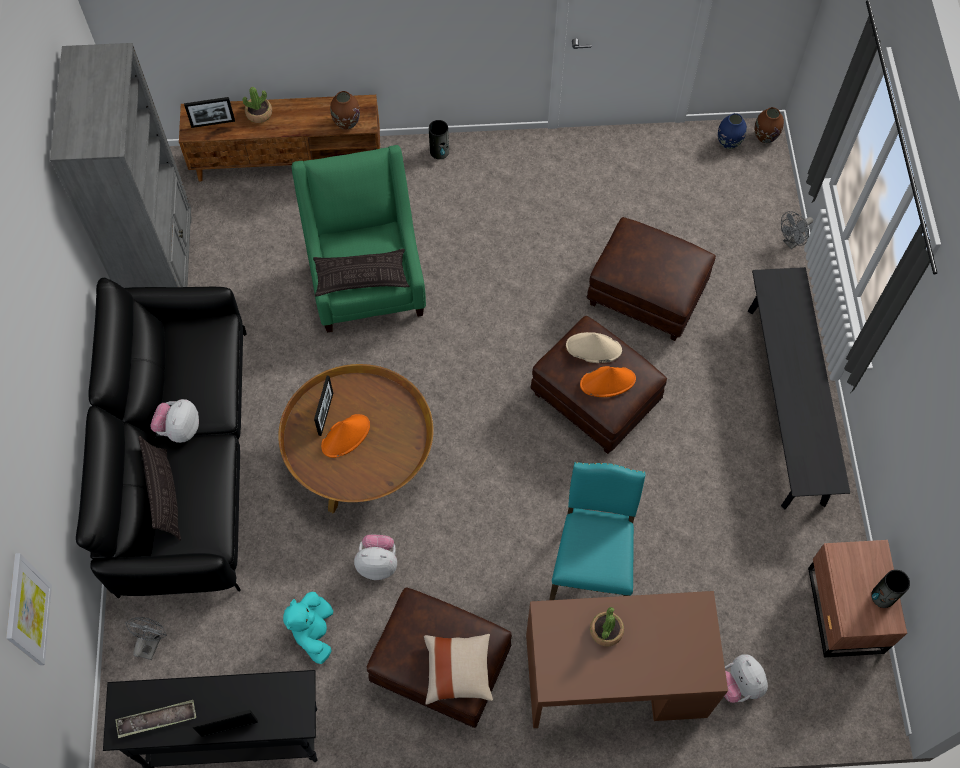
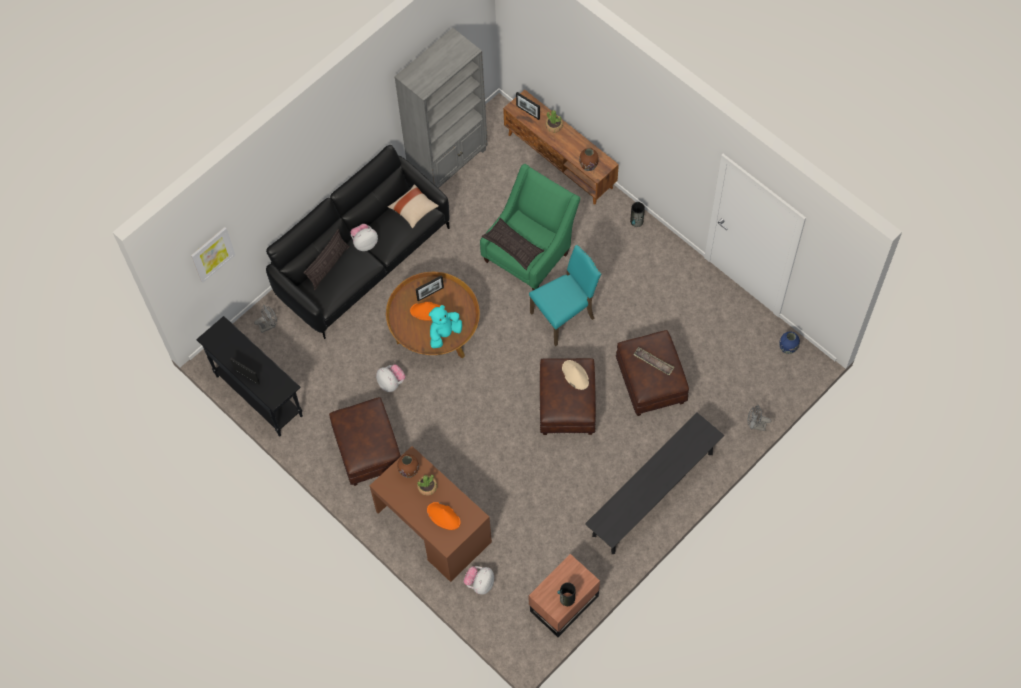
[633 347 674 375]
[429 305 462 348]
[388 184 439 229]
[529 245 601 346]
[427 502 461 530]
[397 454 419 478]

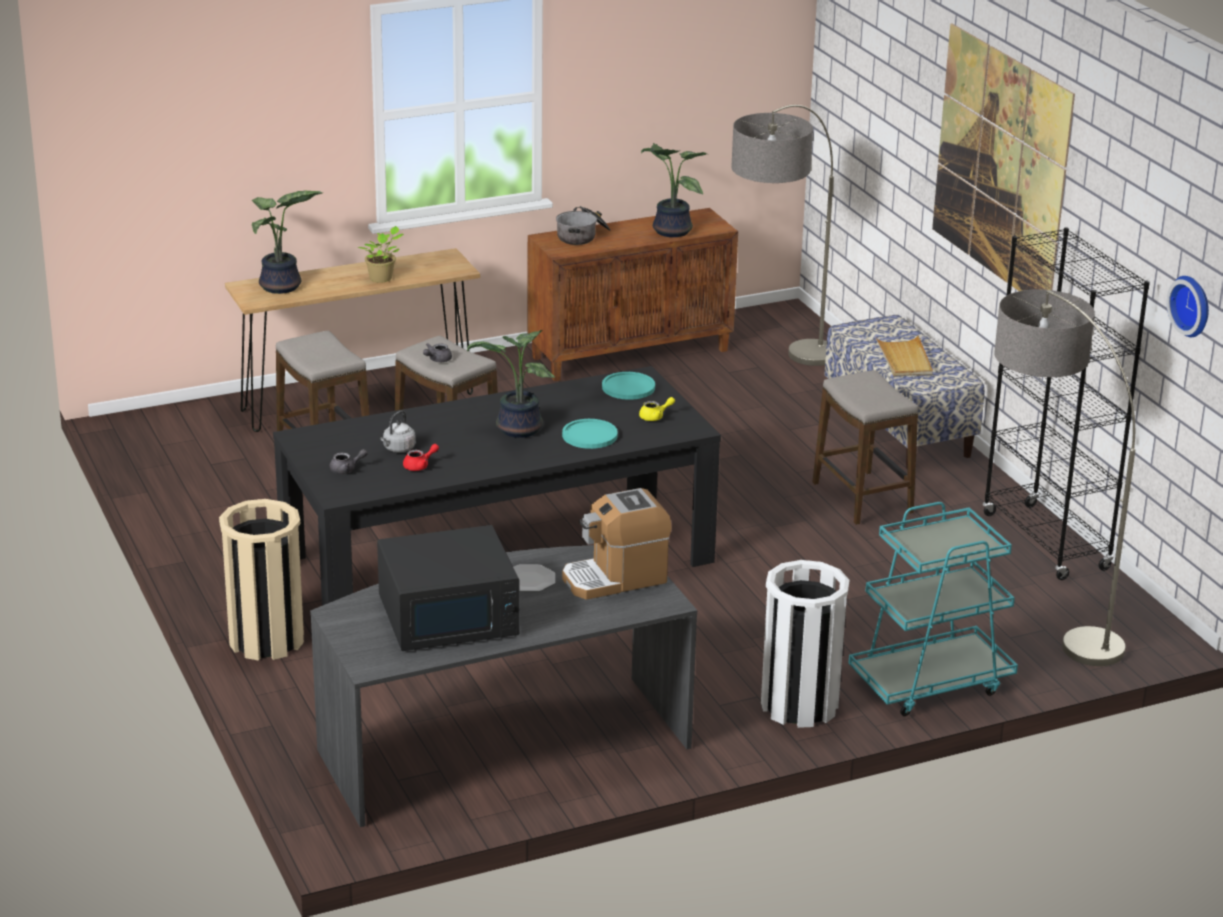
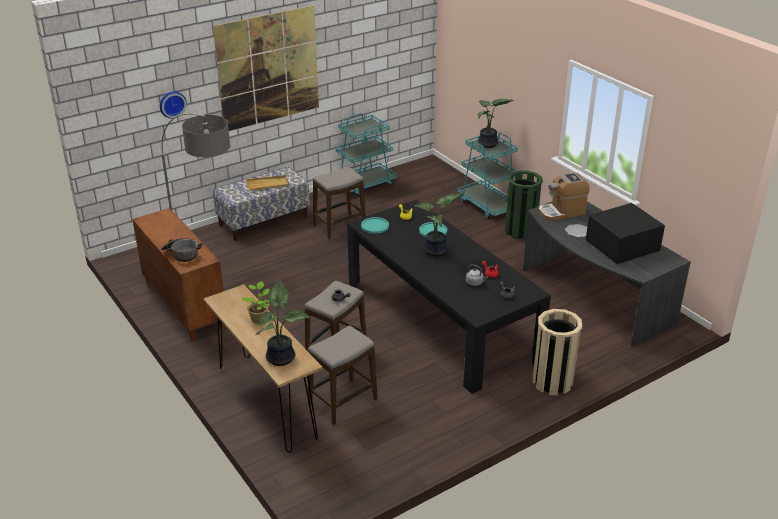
[994 289 1135 666] (first image)
[478 99 514 148]
[160 92 187 119]
[336 113 397 196]
[505 171 543 240]
[586 203 665 264]
[538 173 590 221]

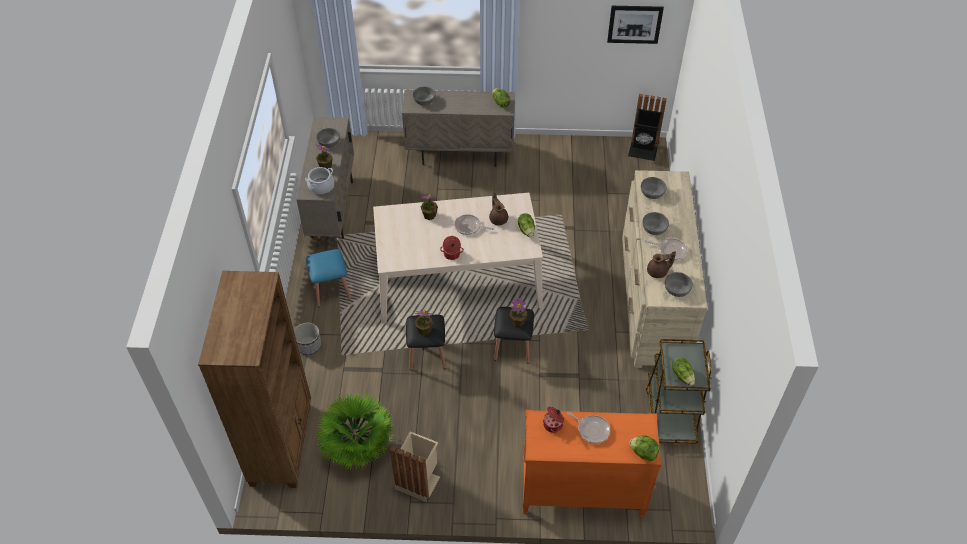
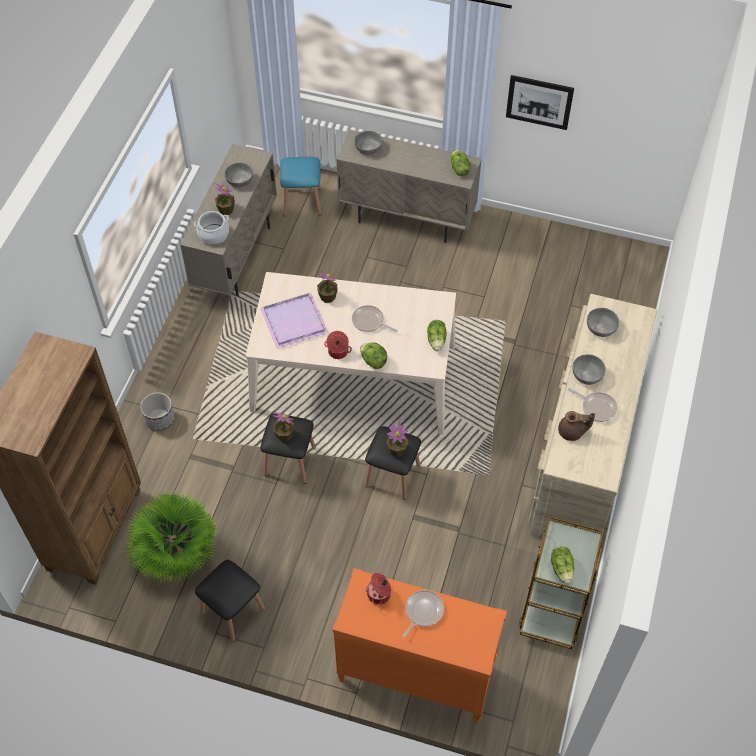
[489 192 508 225] (first image)
[628 94 667 161] (first image)
[665 272 693 297] (first image)
[260 292 329 349]
[280 157 321 216]
[506 75 574 130]
[360 342 387 369]
[195 560 265 642]
[402 590 444 638]

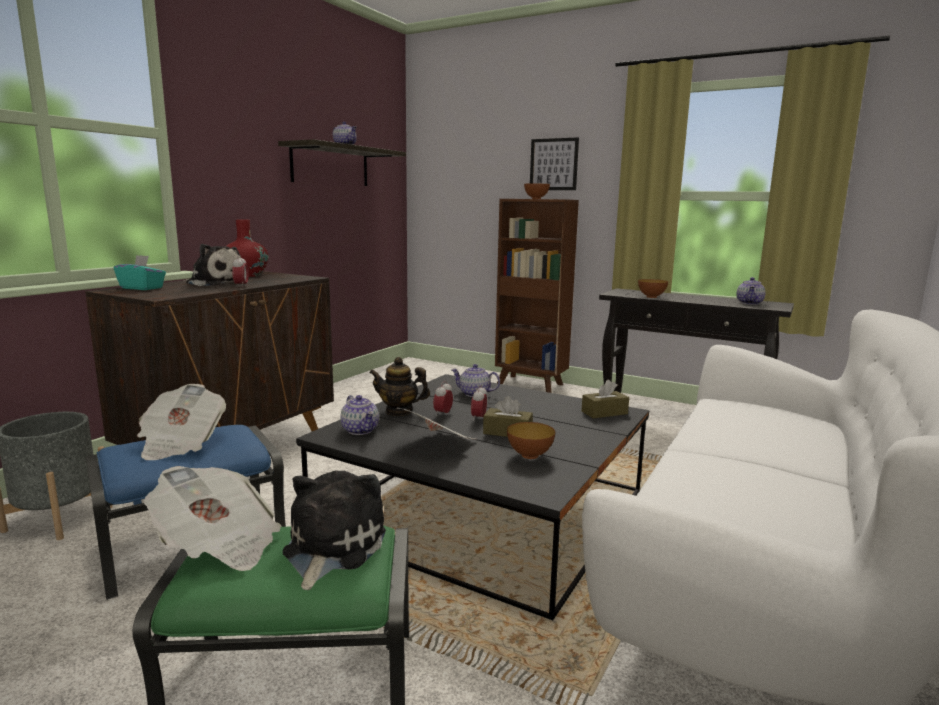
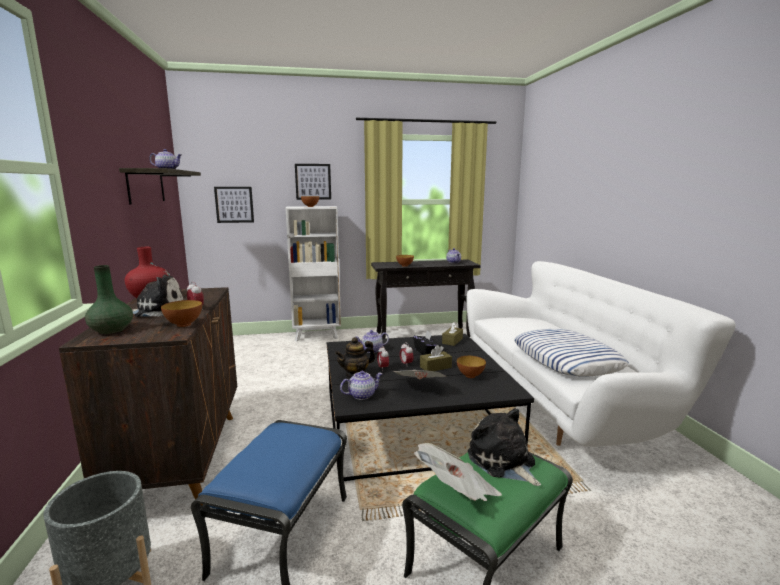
[137 384 226 460] (first image)
[161 300 202 327]
[214 187 254 223]
[413 331 440 355]
[514 329 629 376]
[85 265 133 334]
[286 206 341 341]
[340 371 382 400]

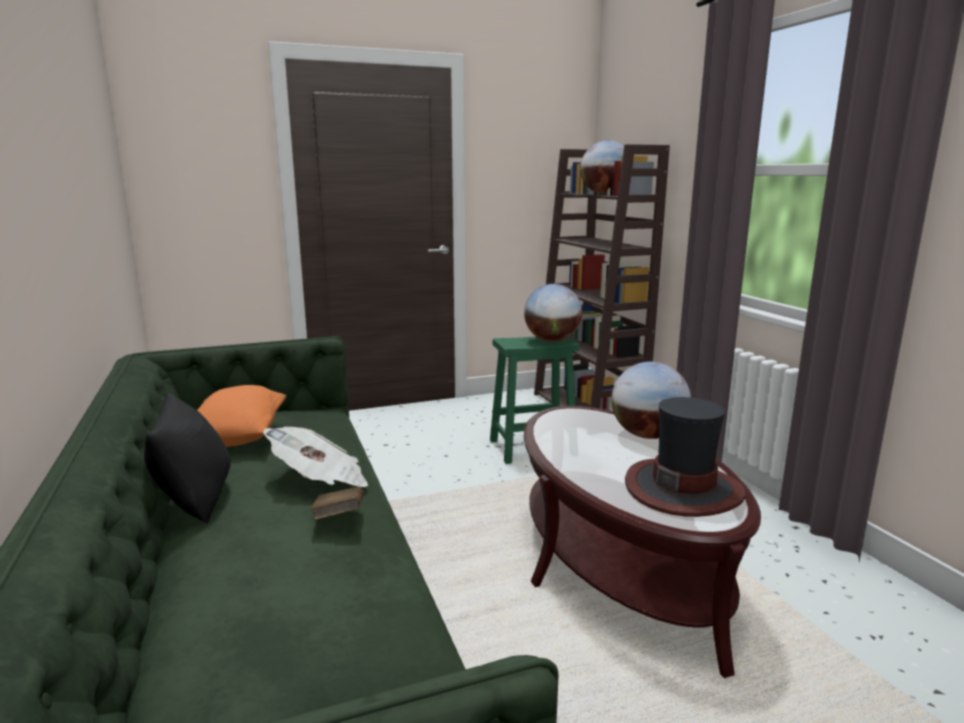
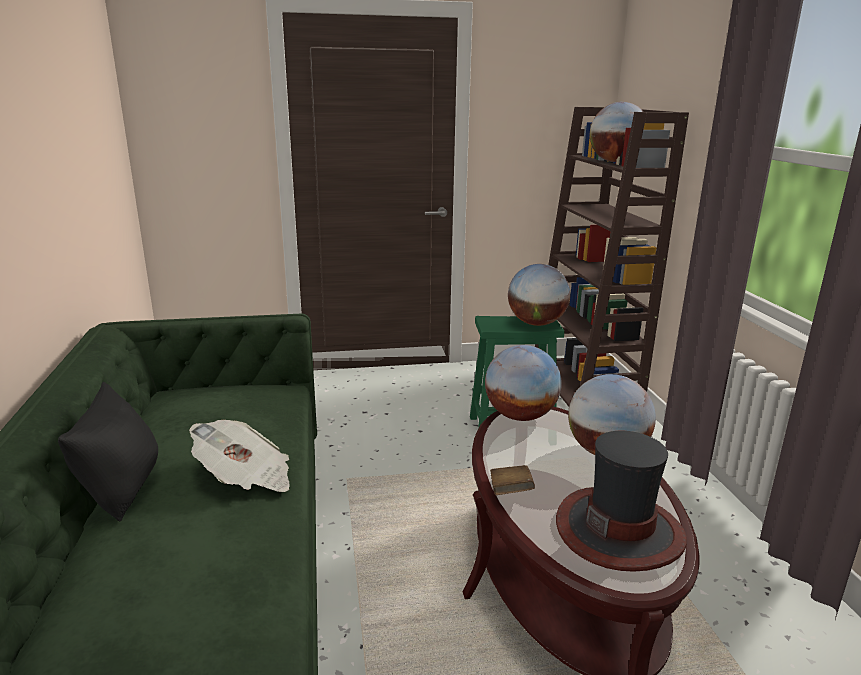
[197 385 286 447] (first image)
[485 345 562 421]
[490 465 535 495]

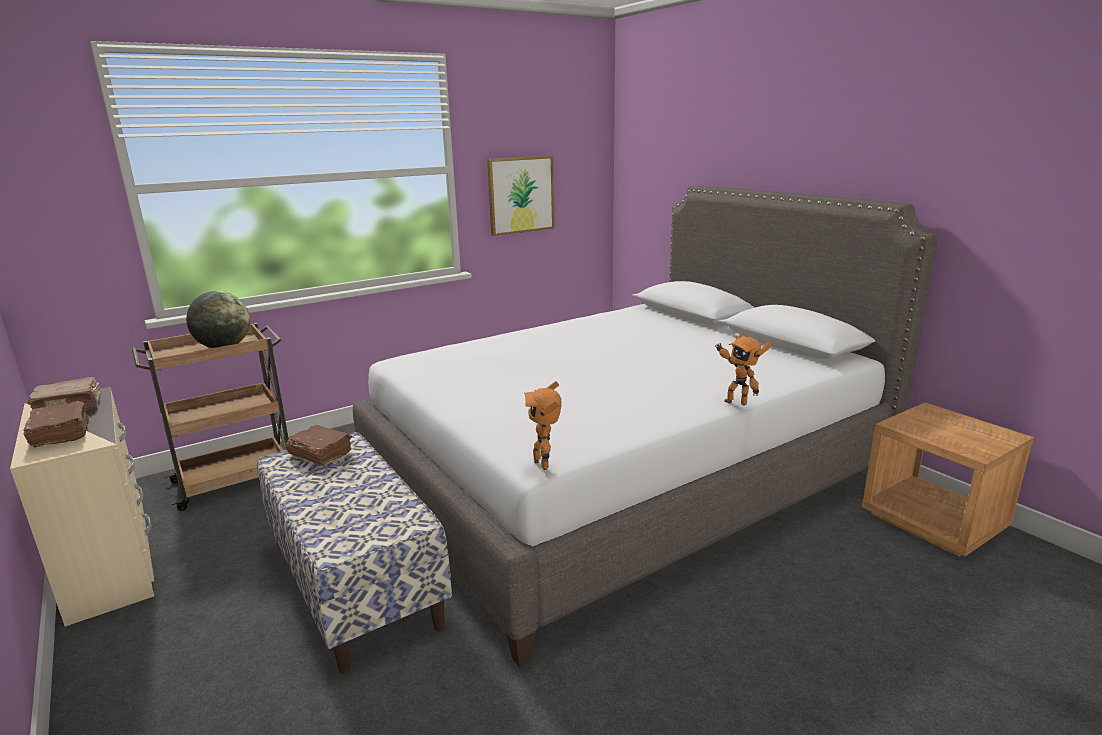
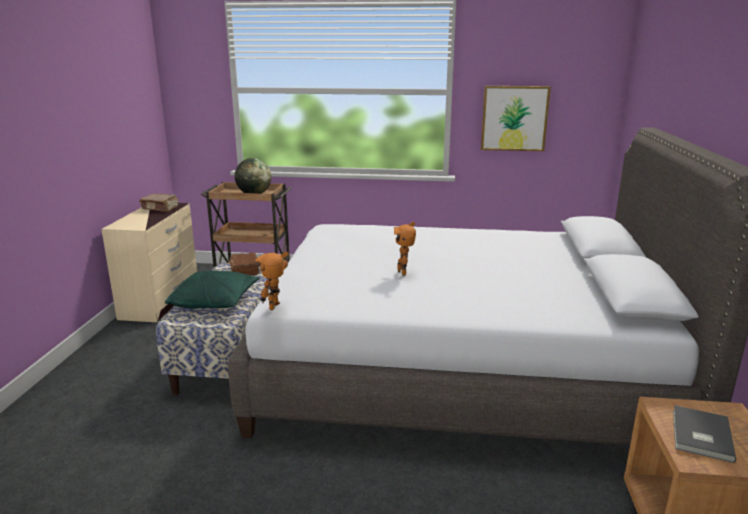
[23 401 89 448] (first image)
[165 271 260 309]
[673 405 736 463]
[394 222 416 276]

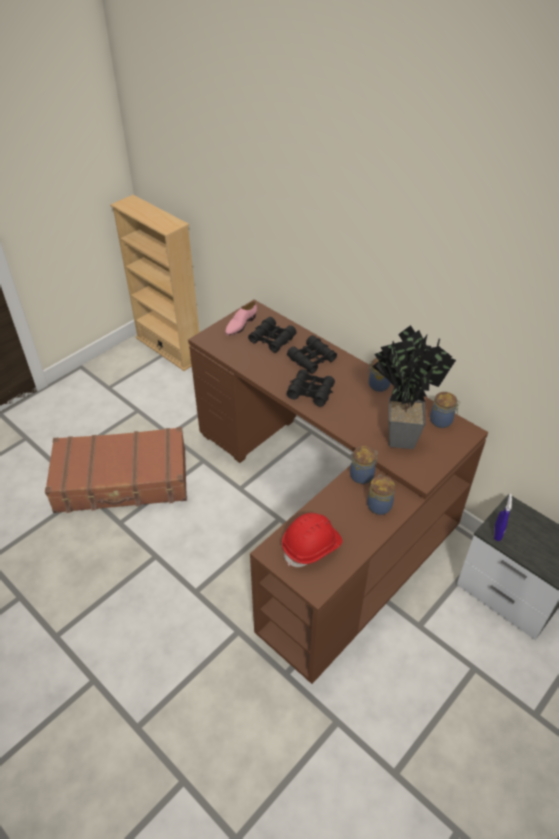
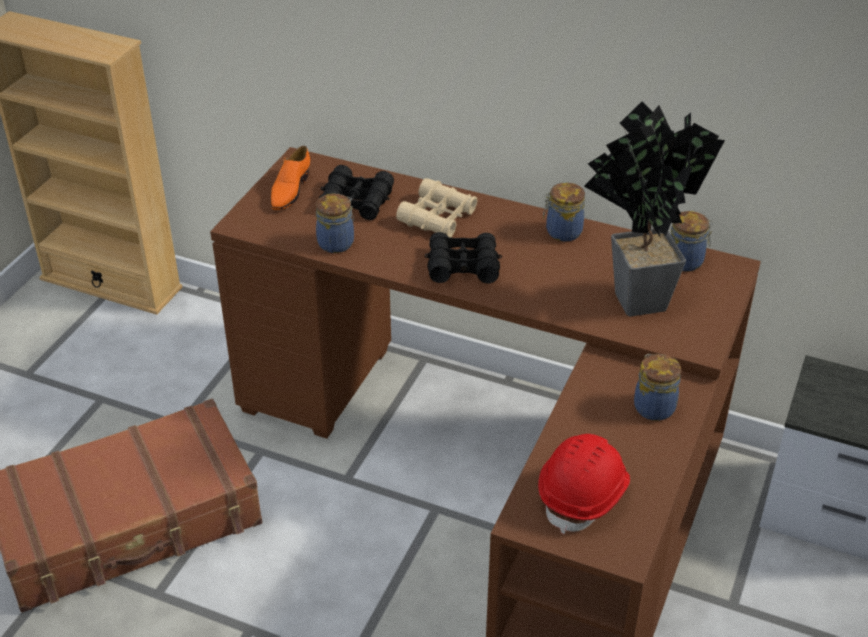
[494 494 512 541] (first image)
[316 194 354 253]
[271 146 310 210]
[396 178 477 238]

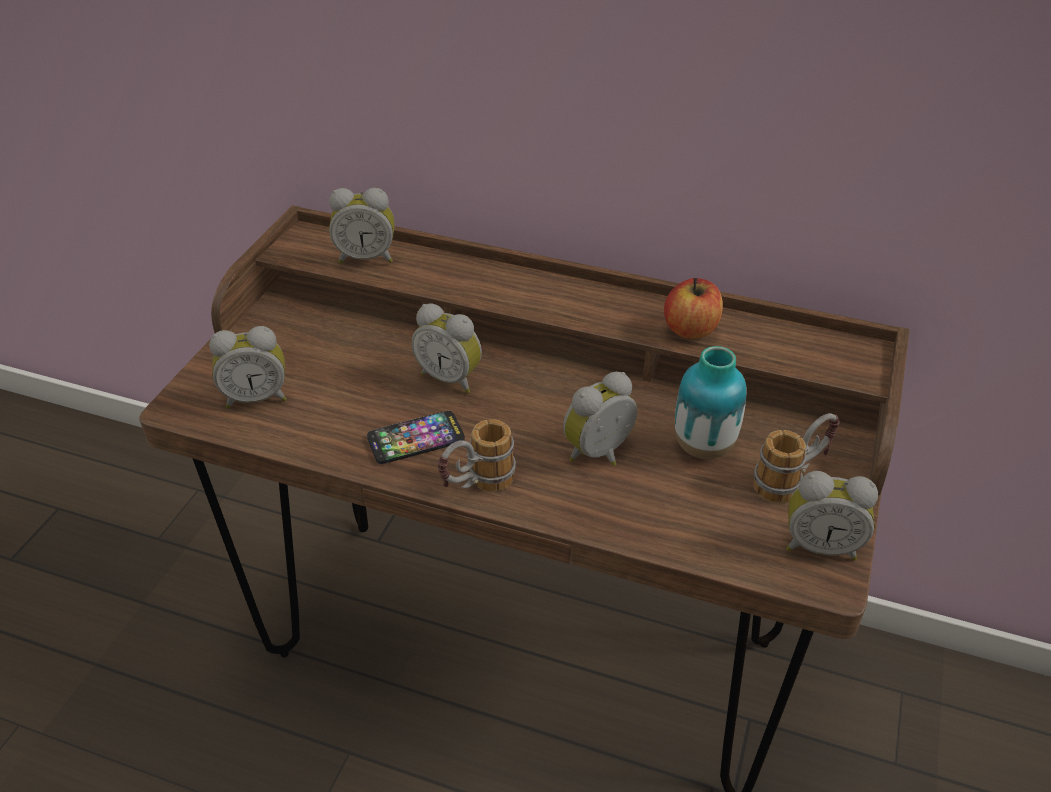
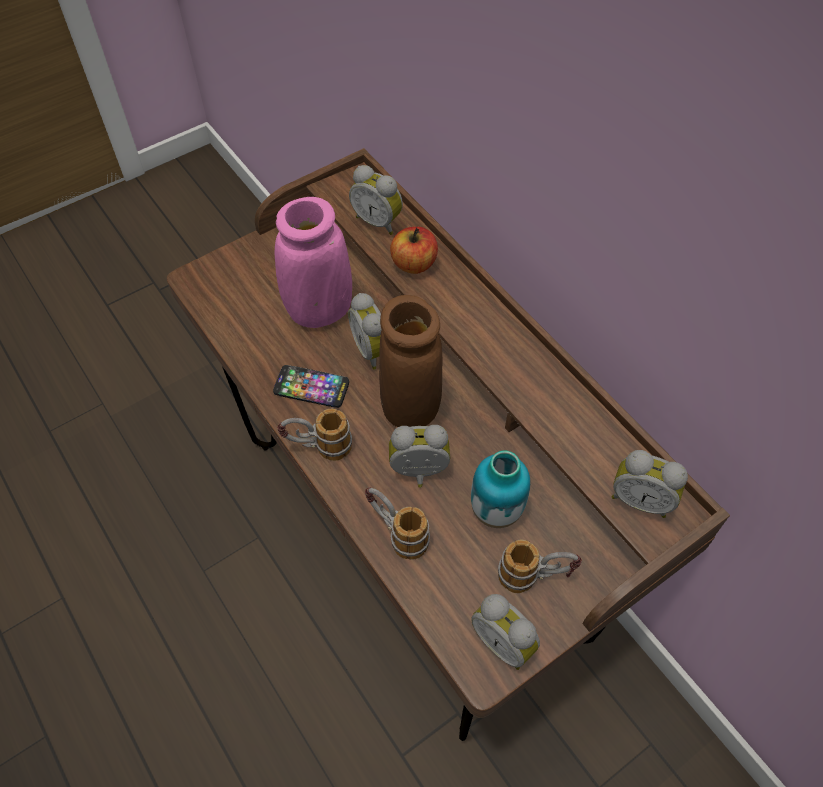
[275 197 352 328]
[365 487 430 560]
[379 295 442 427]
[611 450 688 518]
[390 227 438 274]

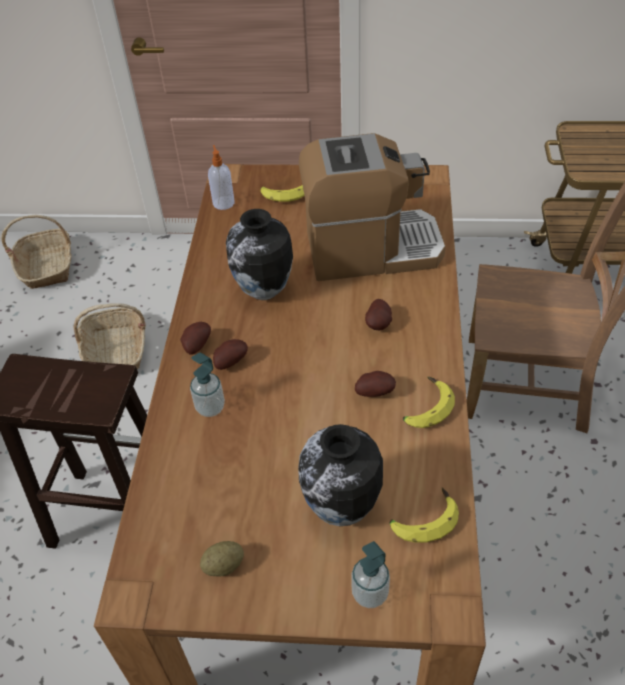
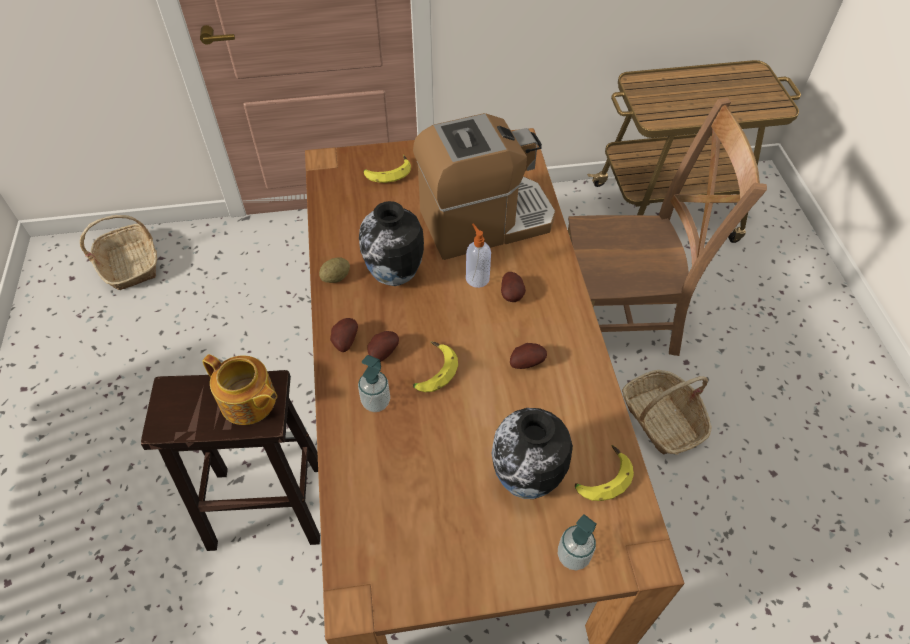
[202 354 277 425]
[622 370 711 455]
[319 257 350 283]
[466 224 491 288]
[413 341 458 392]

